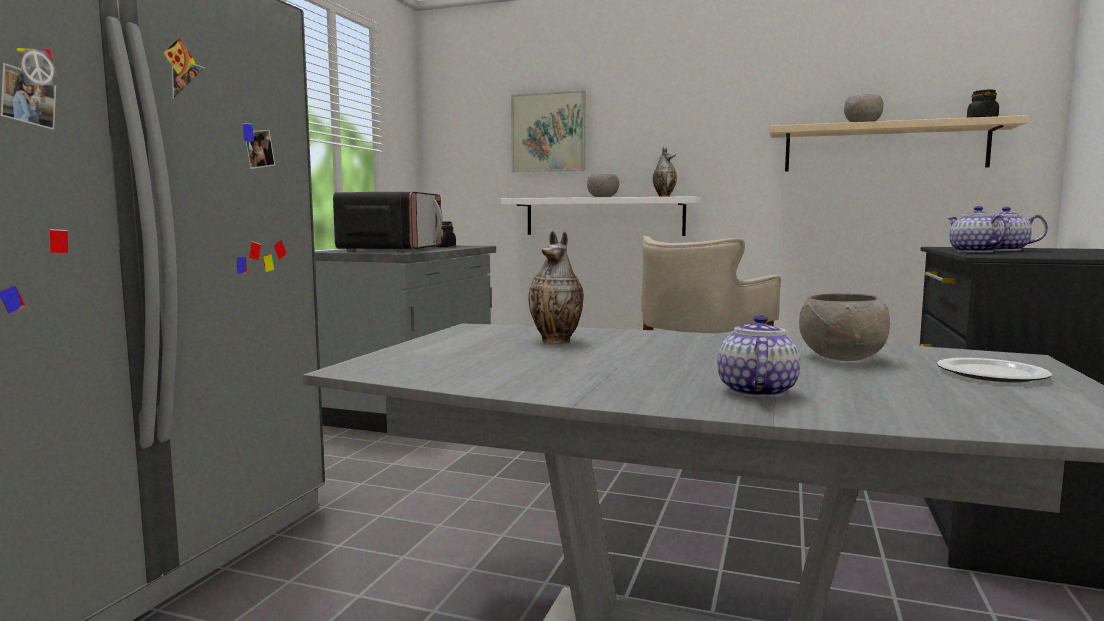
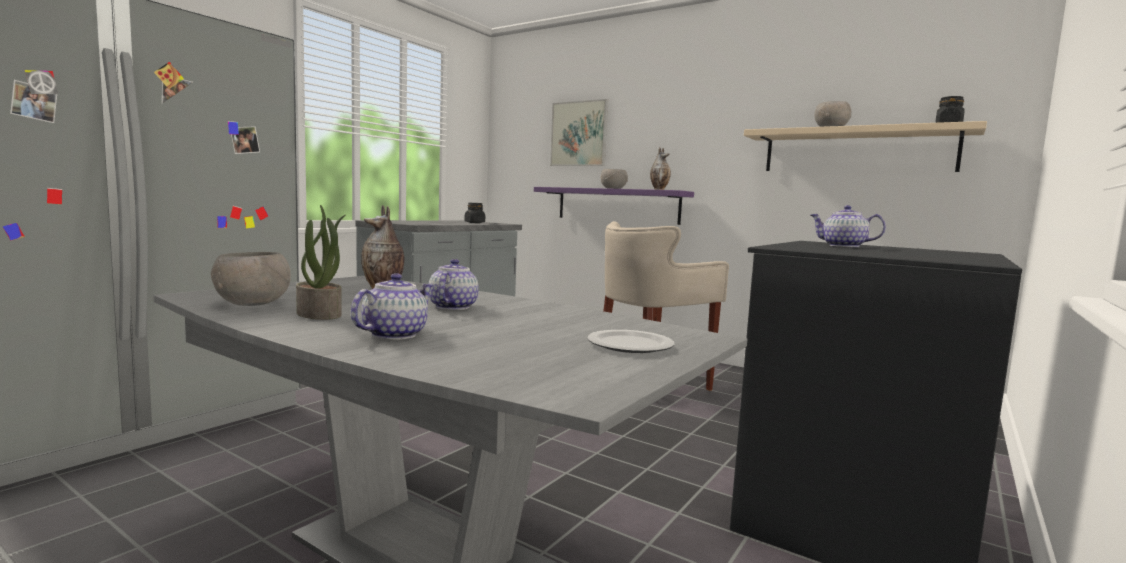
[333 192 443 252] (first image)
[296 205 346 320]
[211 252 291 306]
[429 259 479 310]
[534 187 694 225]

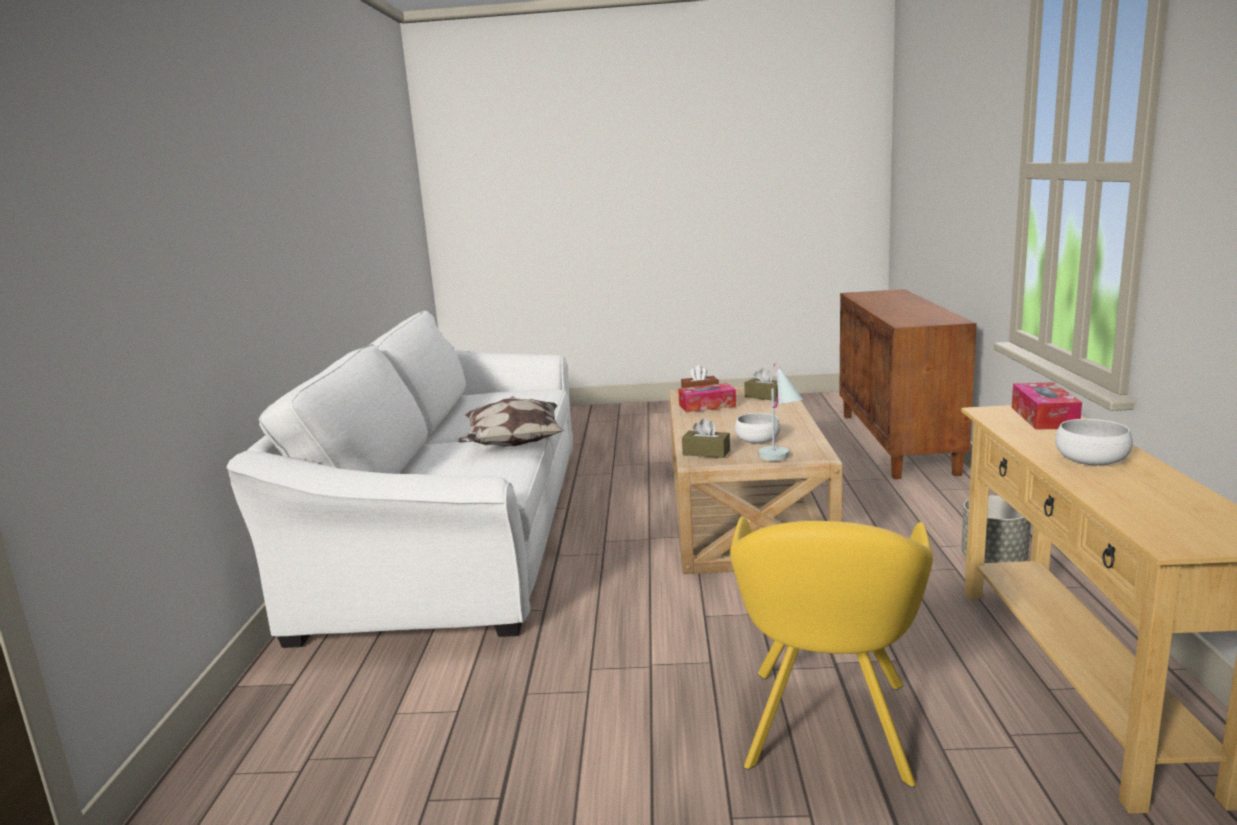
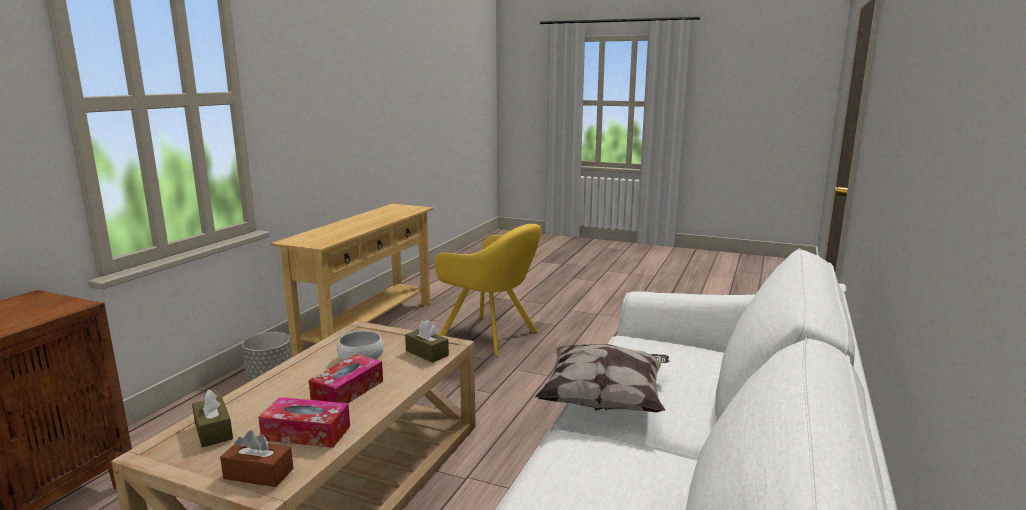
[759 363 803 461] (first image)
[1055 419 1133 466] (first image)
[309 354 383 403]
[434 224 541 356]

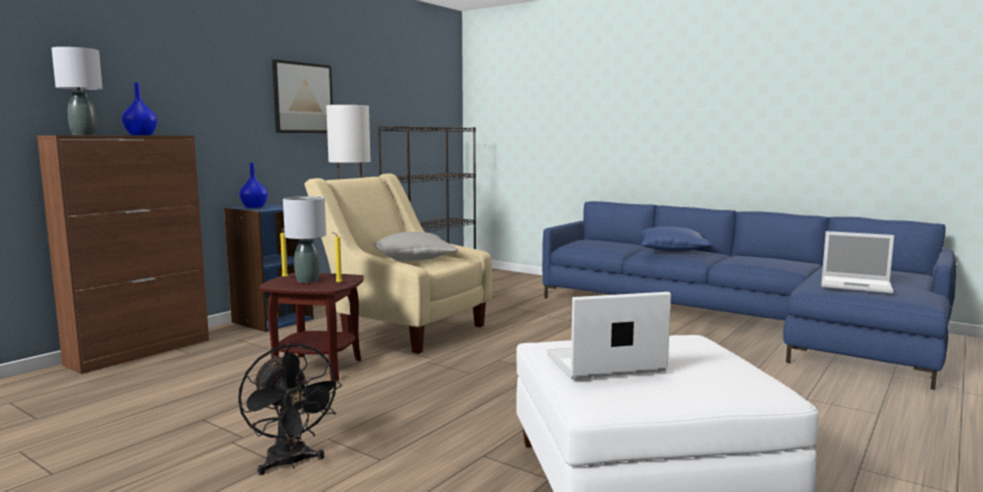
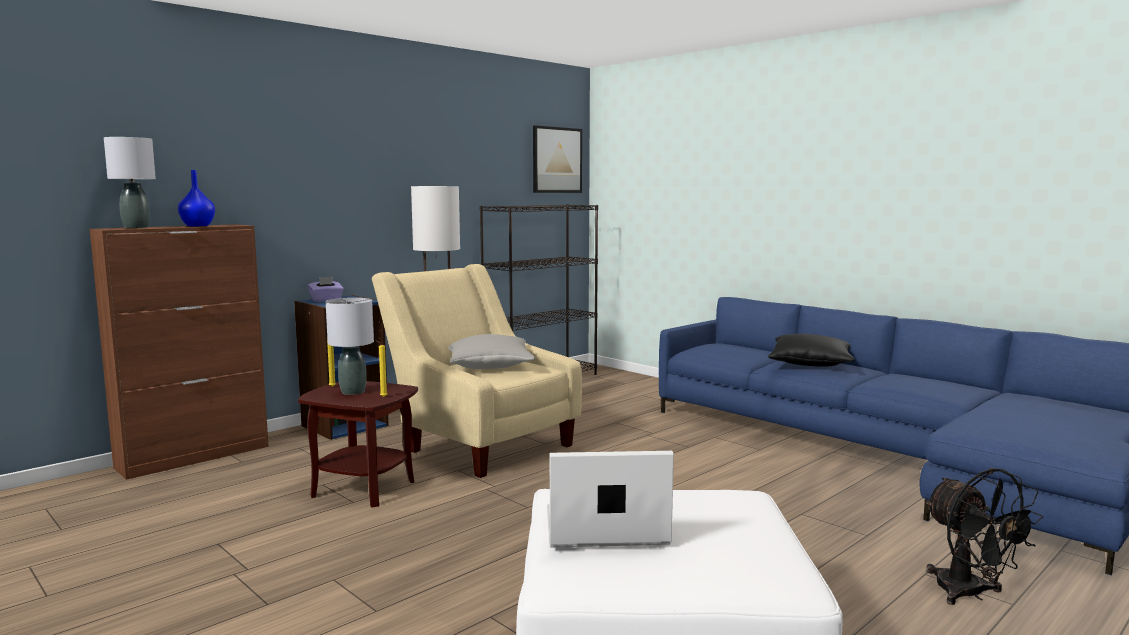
[821 231 894 293] (first image)
[924 468 1044 605]
[533 125 582 193]
[308 277 344 302]
[768 334 855 367]

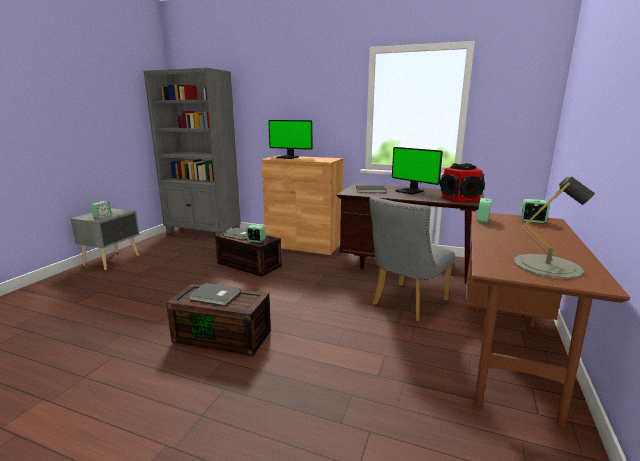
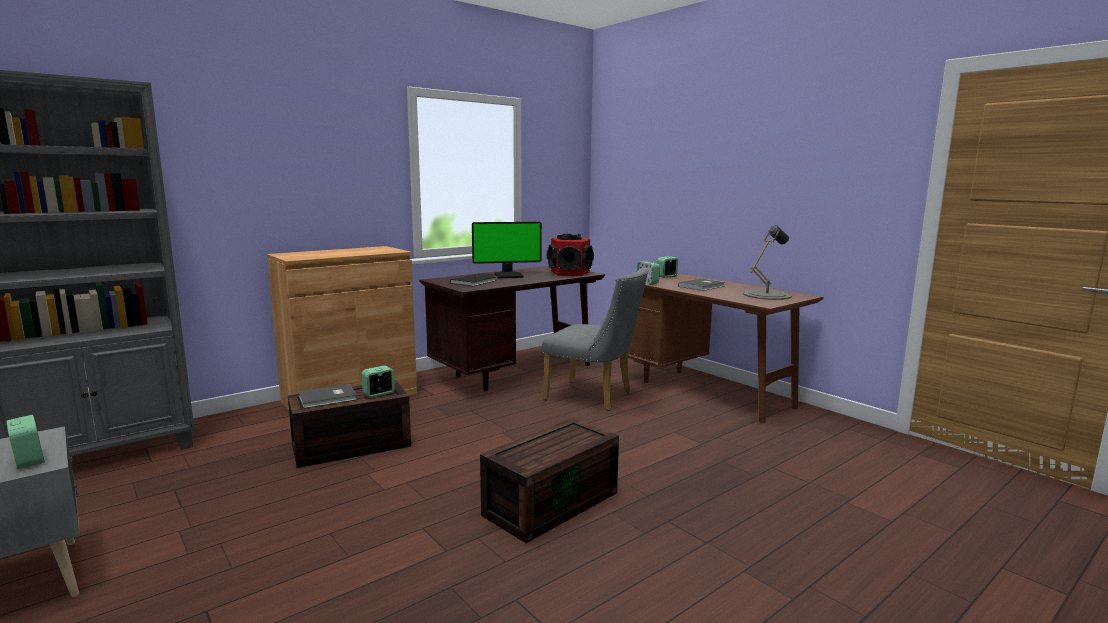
[268 120 312 159] (first image)
[678 279 725 291]
[542 268 648 411]

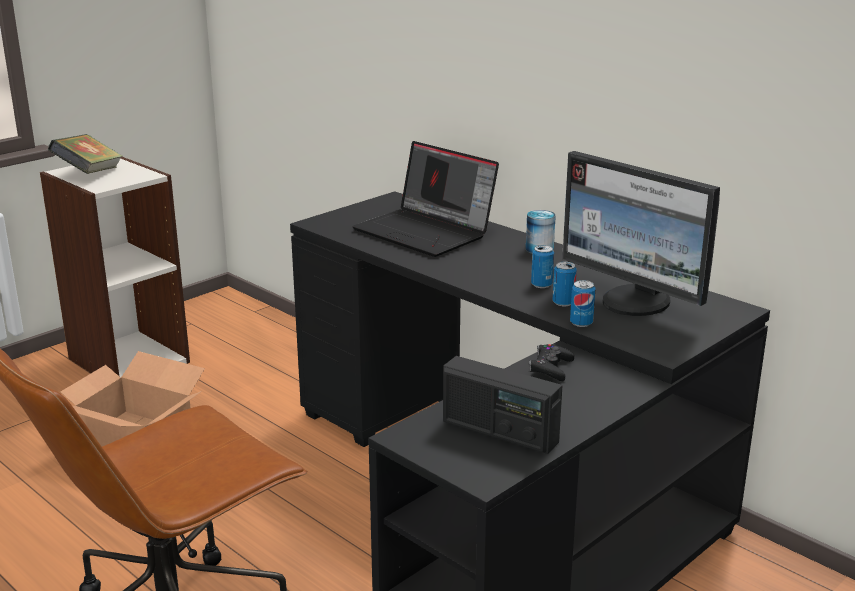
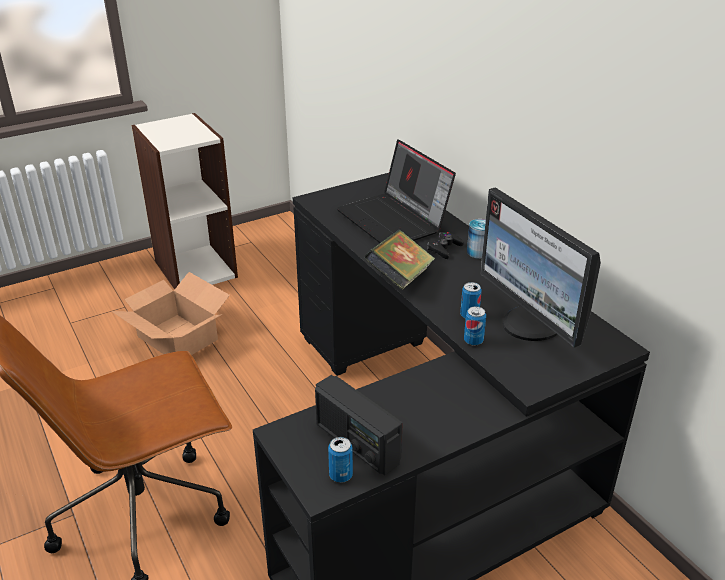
[364 230 435 290]
[427 232 464 259]
[328 437 353 483]

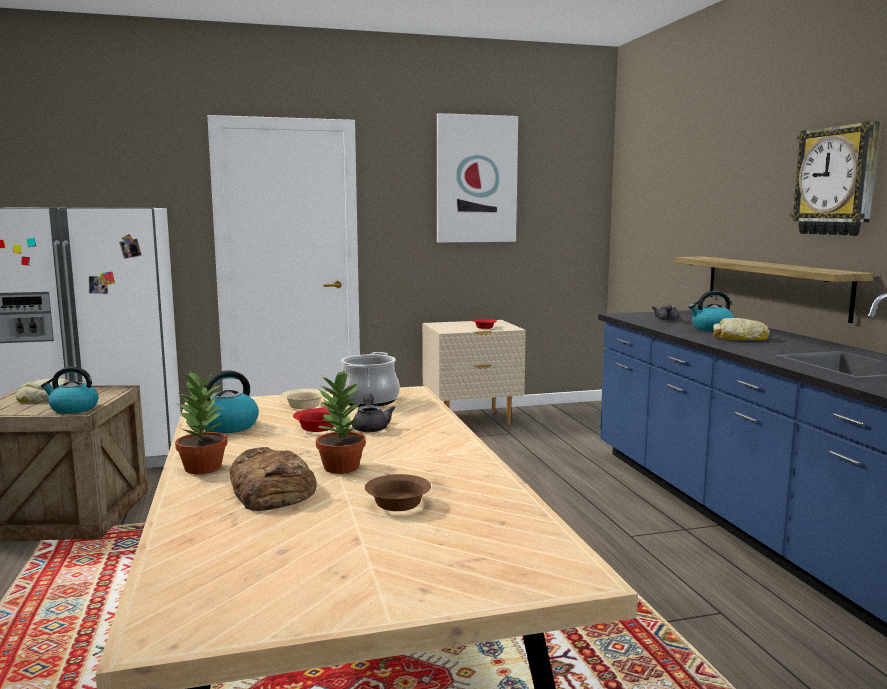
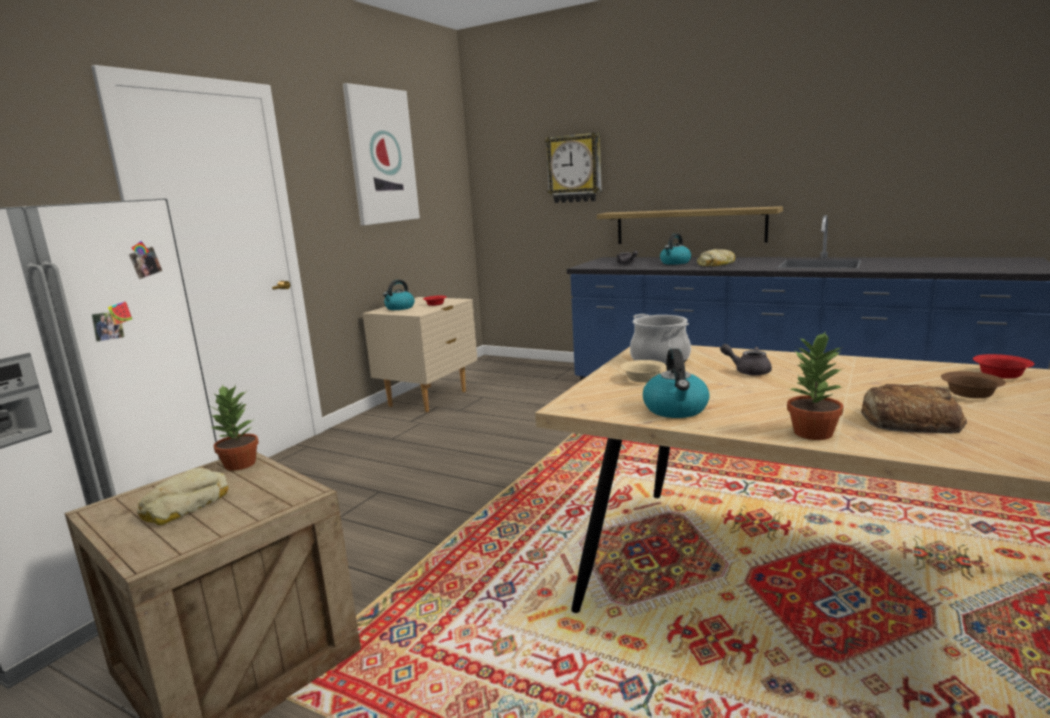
[383 280 415 310]
[973 354 1035 379]
[211 385 259 471]
[545 132 602 203]

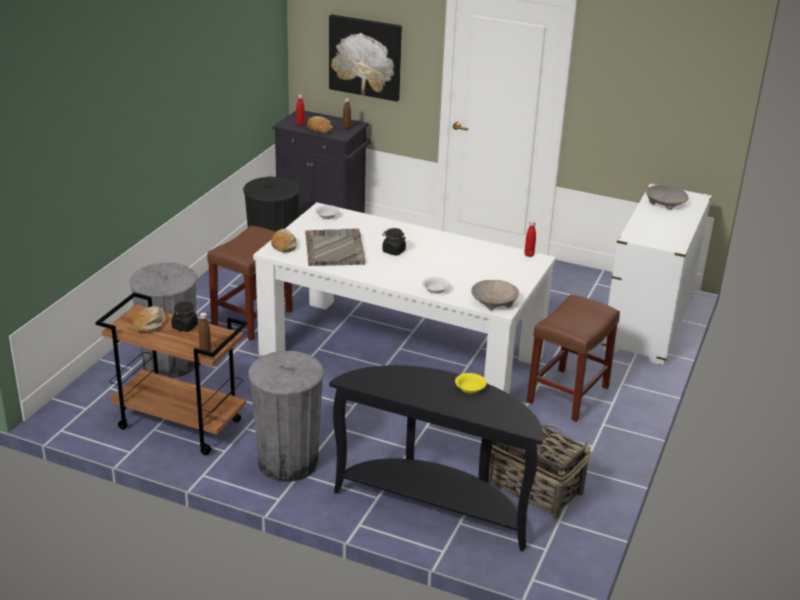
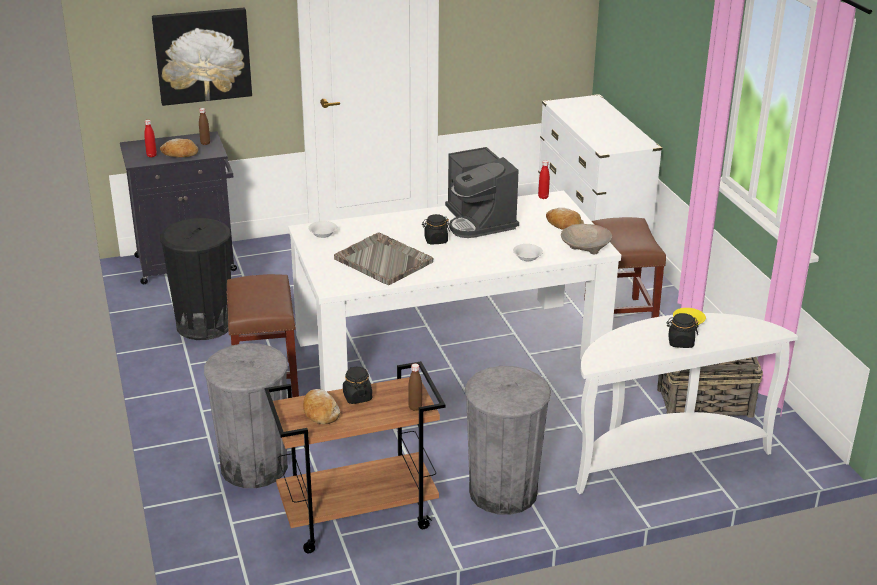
[646 185 689 210] (first image)
[445 147 519 238]
[667 313 698 348]
[546 208 584 230]
[576 313 798 494]

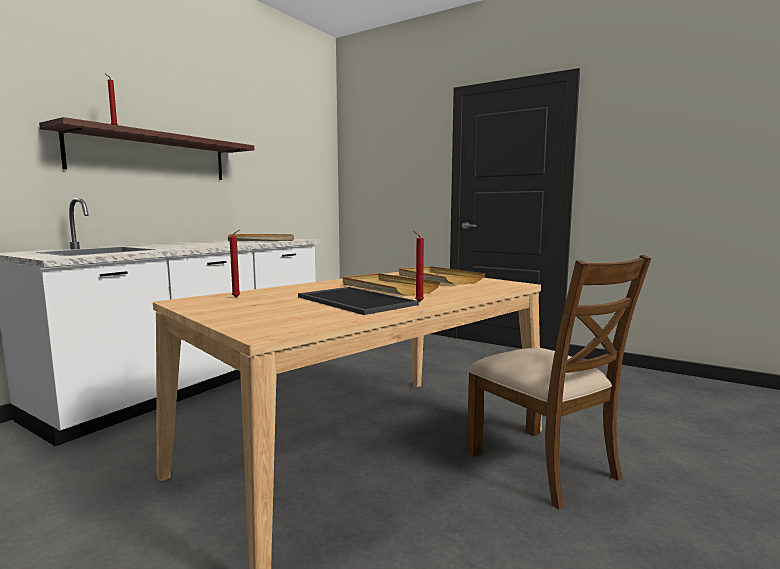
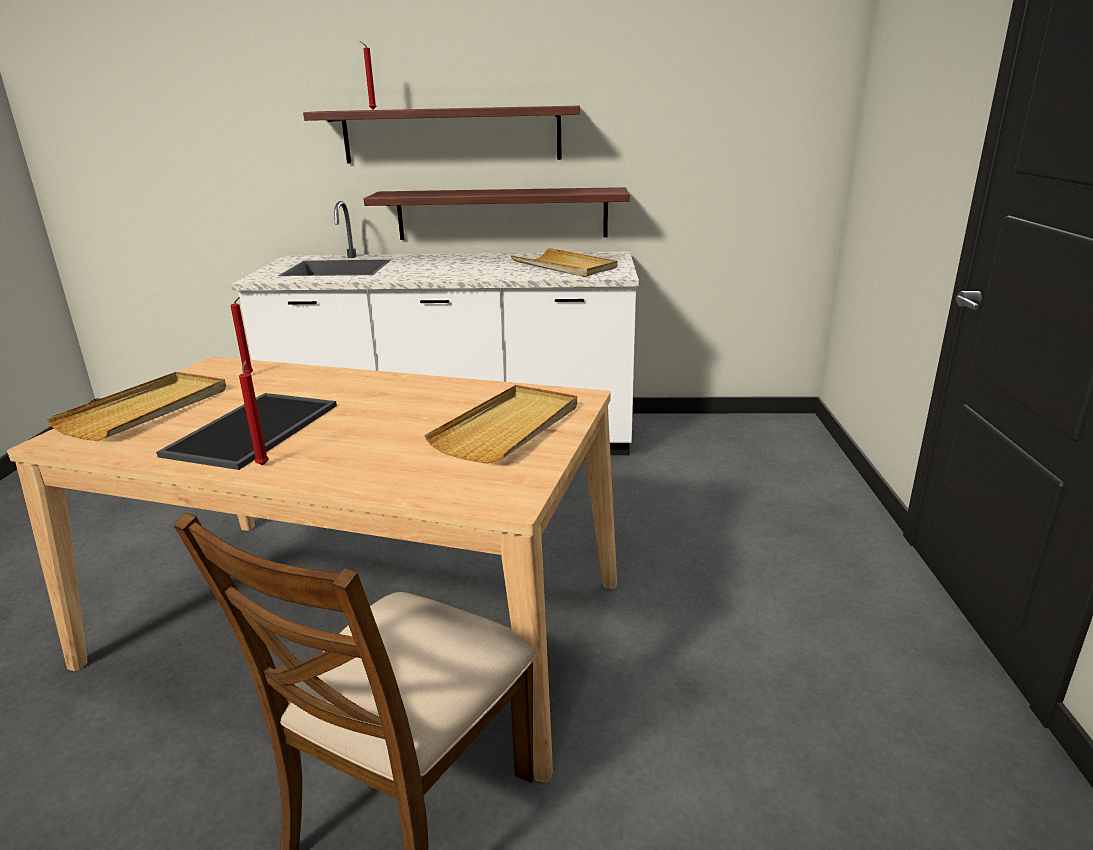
[364 187 630 240]
[45 372 226 441]

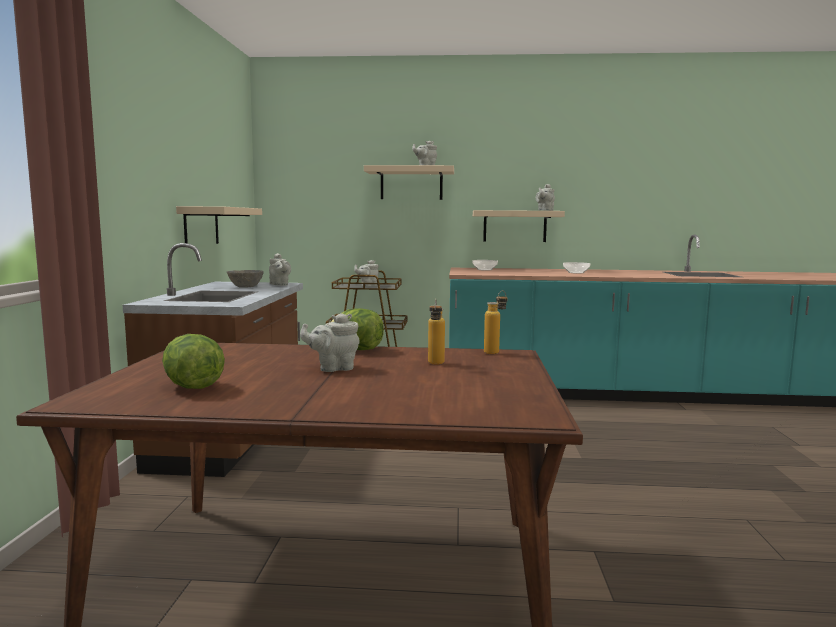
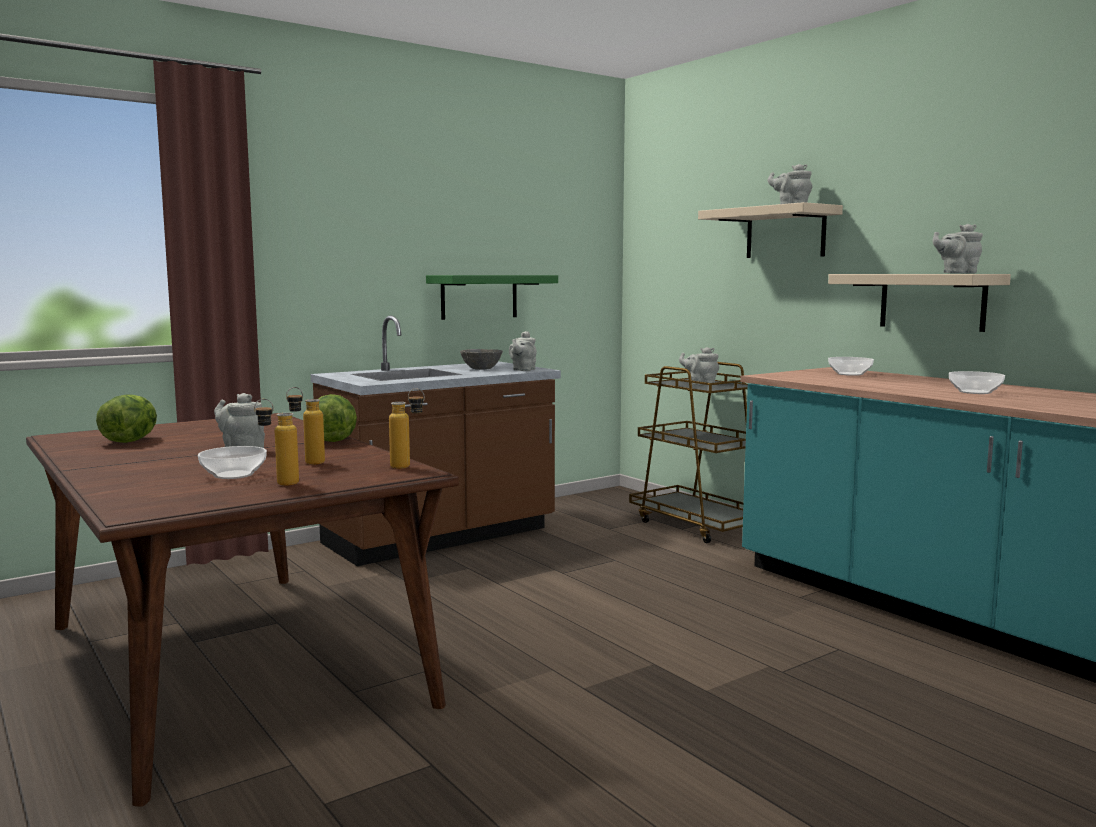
[198 446 267 479]
[254 399 299 486]
[426 275 558 320]

